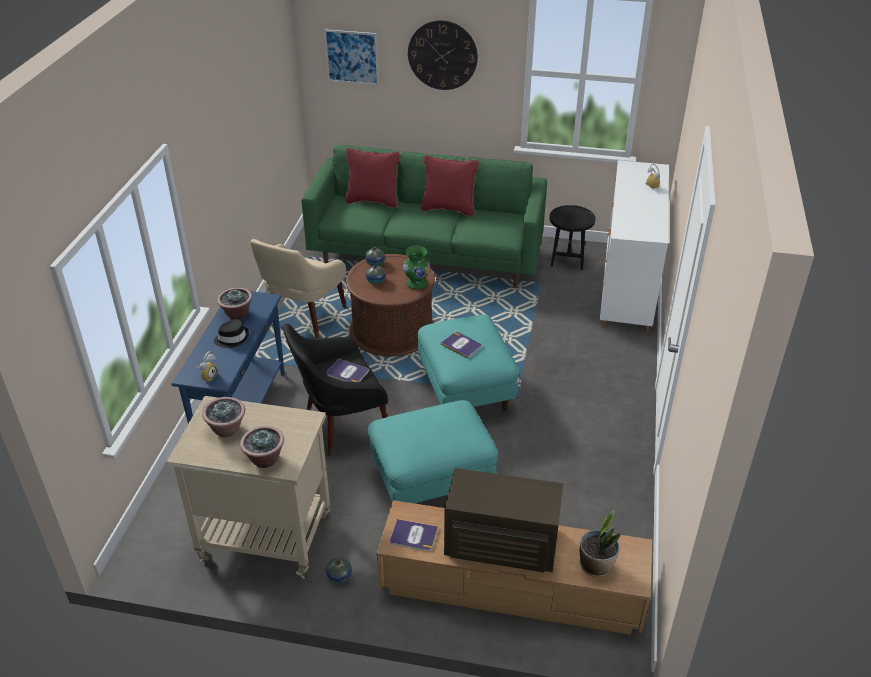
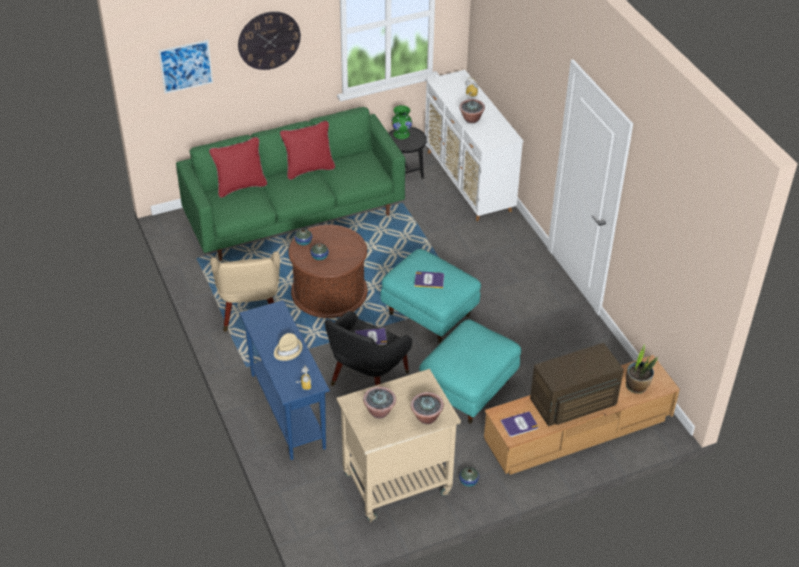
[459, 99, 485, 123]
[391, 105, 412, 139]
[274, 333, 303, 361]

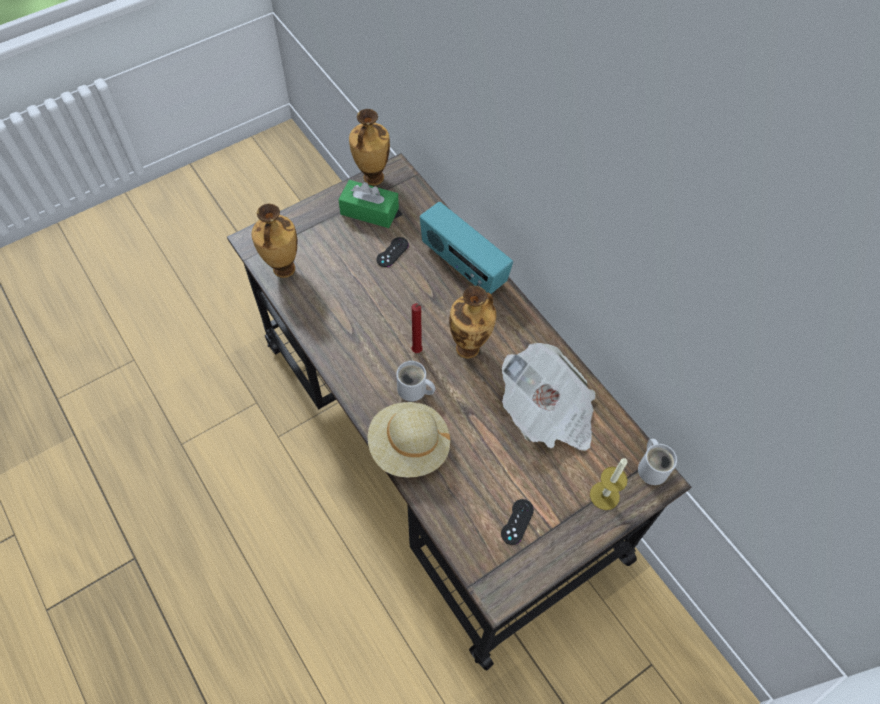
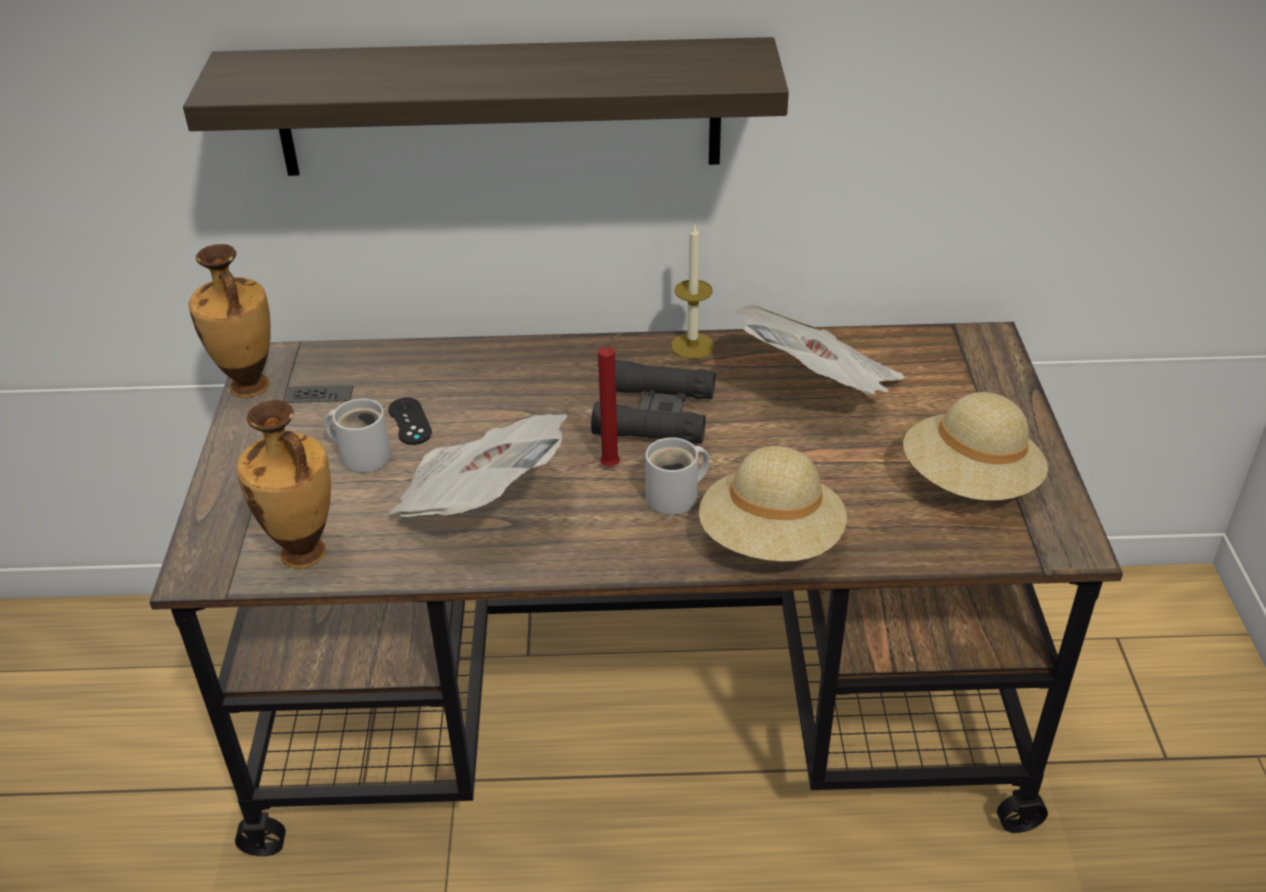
[338, 180, 399, 228] (first image)
[420, 202, 513, 294] (first image)
[183, 37, 789, 176]
[389, 414, 567, 517]
[671, 222, 714, 359]
[324, 398, 391, 473]
[591, 360, 715, 444]
[903, 392, 1048, 501]

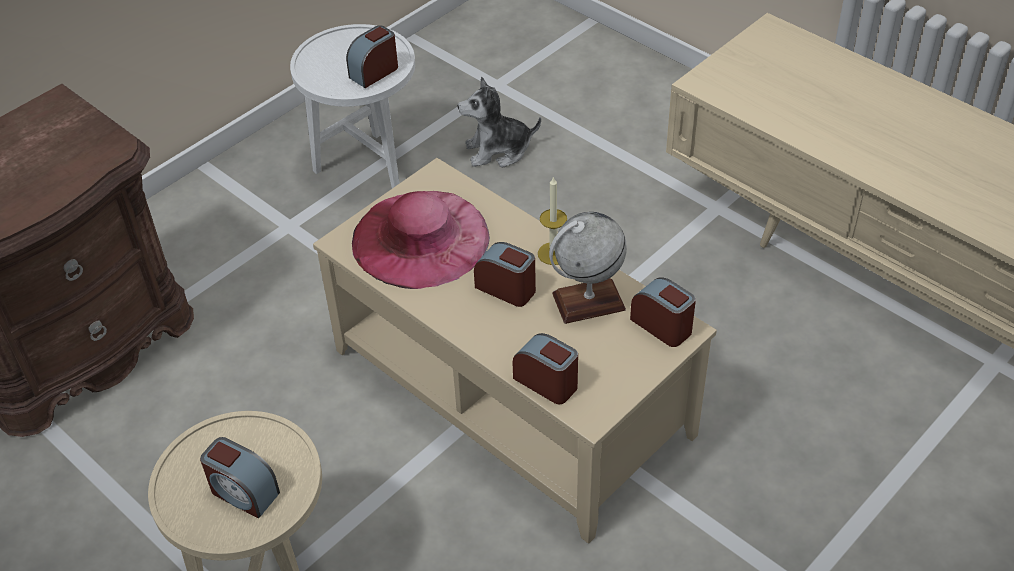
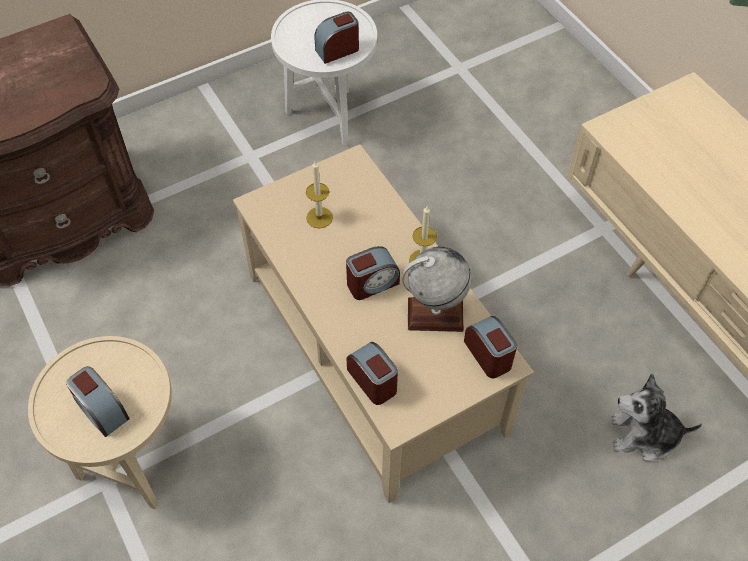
[611, 373, 702, 462]
[306, 161, 333, 228]
[346, 246, 400, 300]

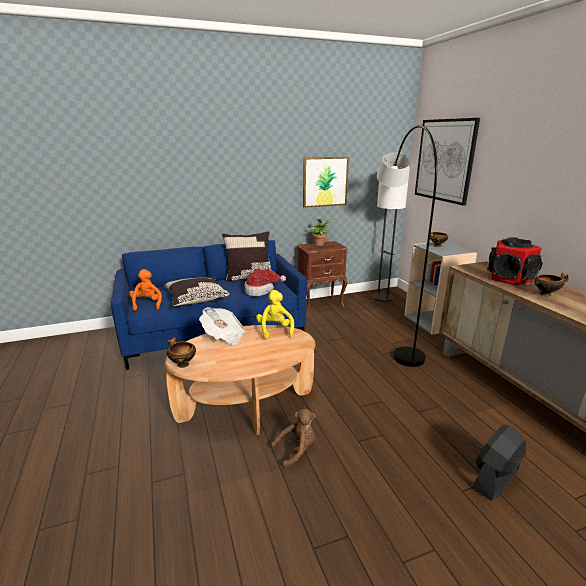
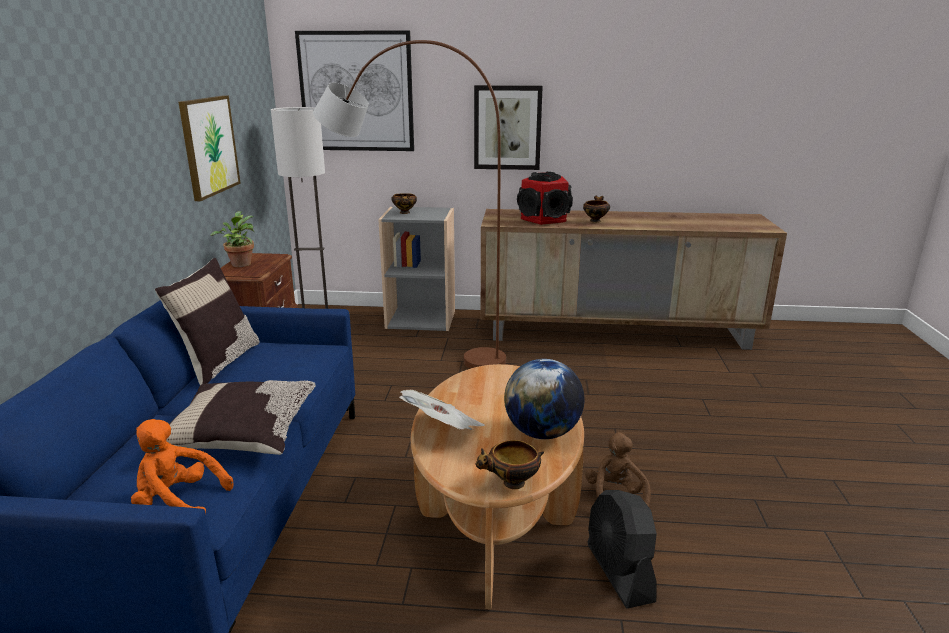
[245, 268, 286, 296] (first image)
[256, 290, 294, 339] (first image)
[474, 85, 543, 170]
[504, 359, 584, 439]
[588, 490, 657, 608]
[313, 40, 506, 369]

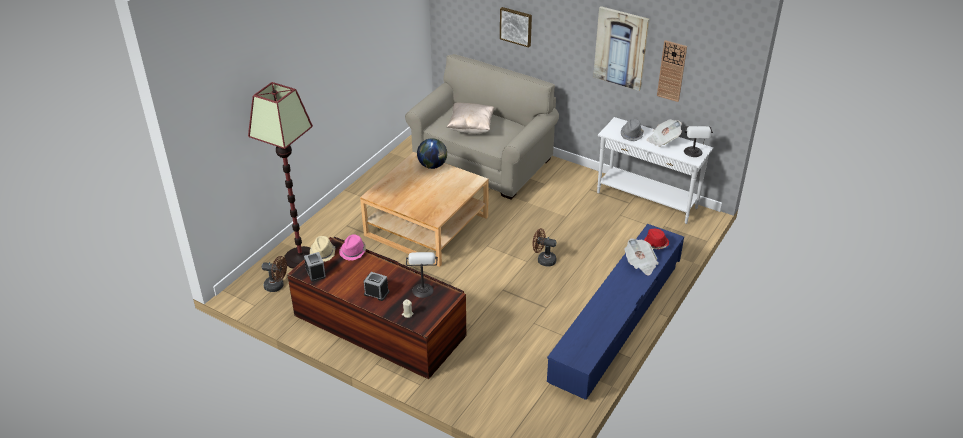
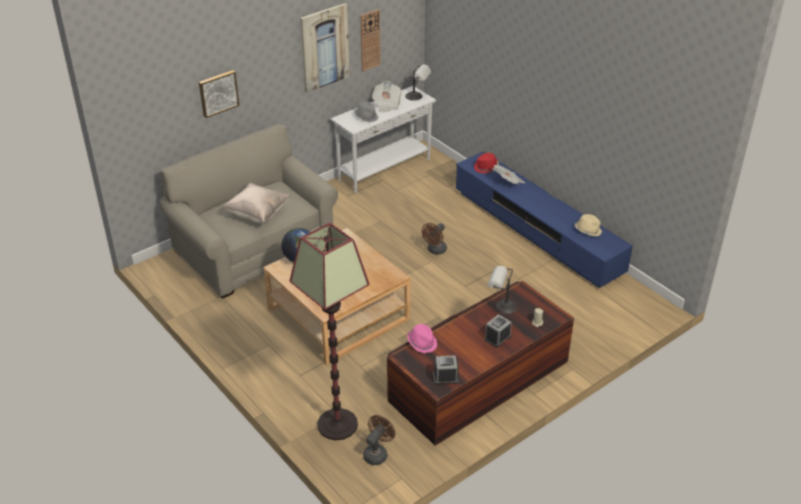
[575, 214, 602, 237]

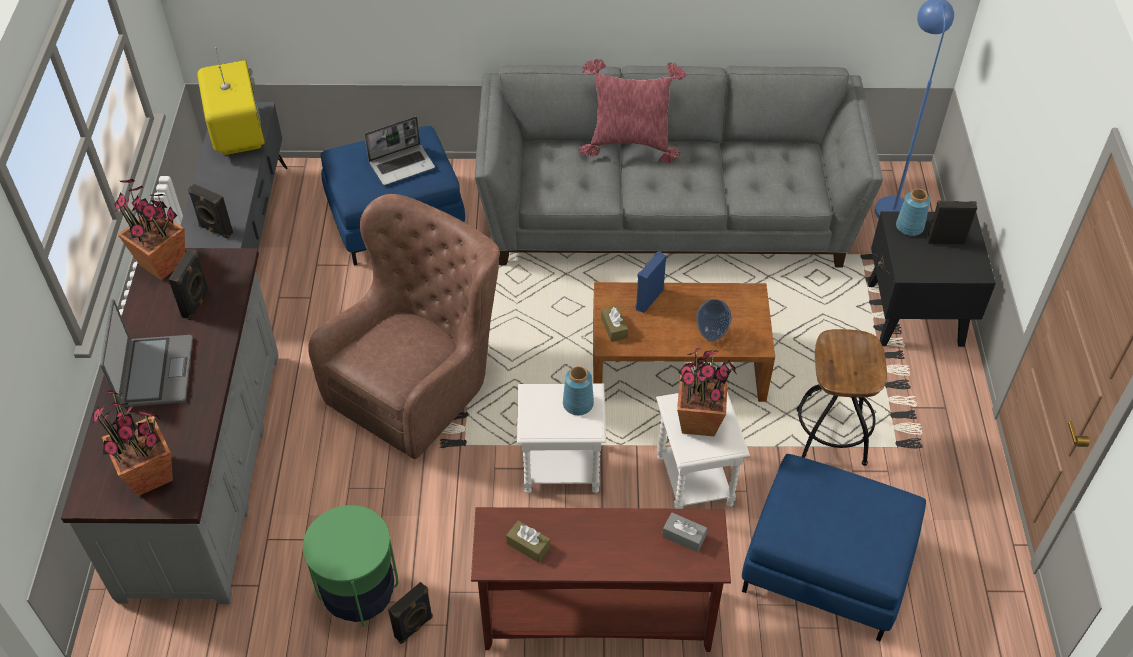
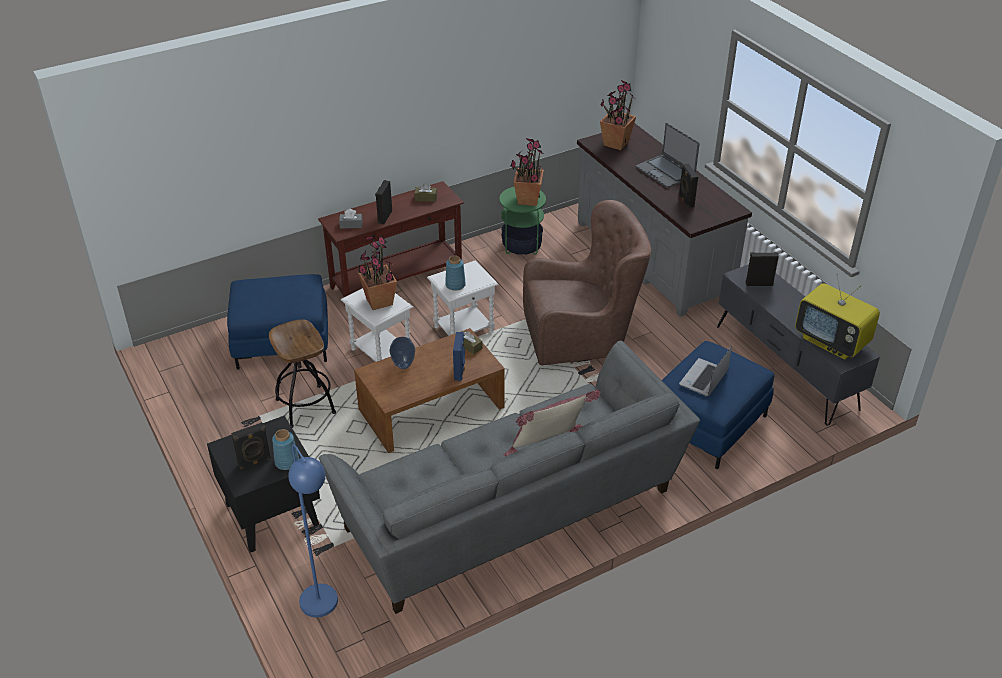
[511, 138, 544, 206]
[375, 180, 392, 224]
[523, 200, 651, 365]

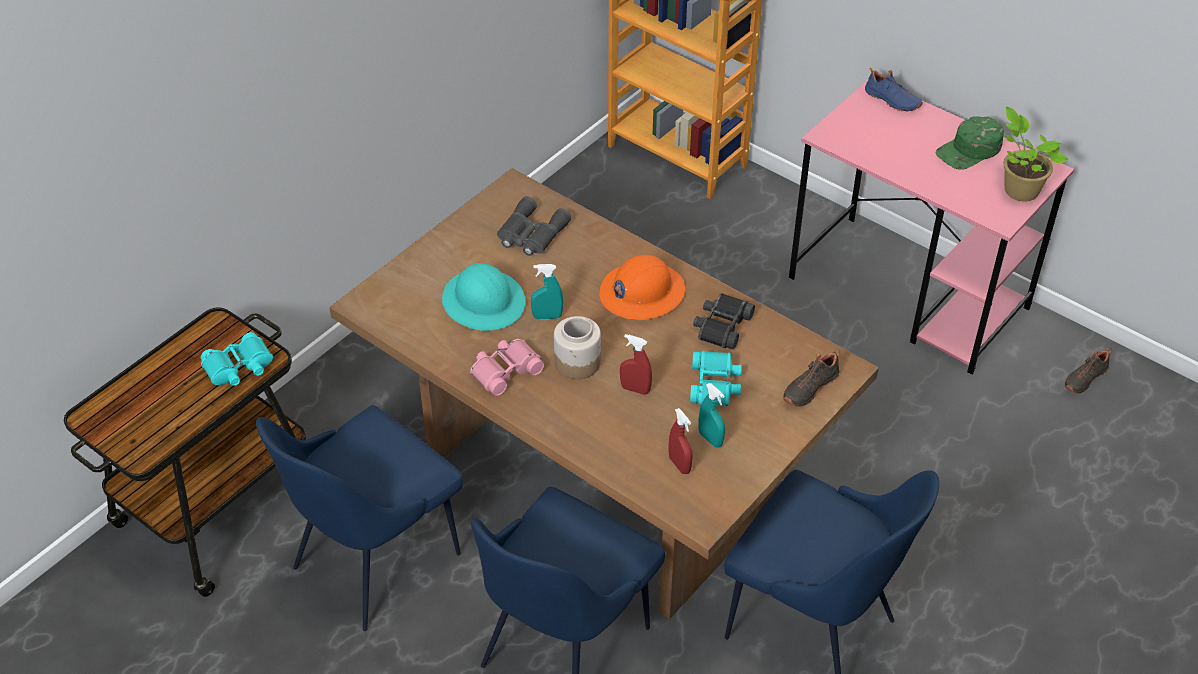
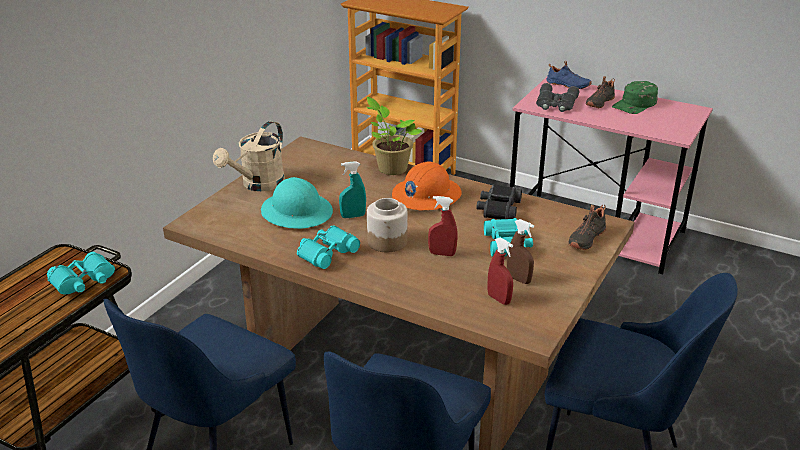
[213, 121, 285, 191]
[536, 83, 579, 112]
[367, 97, 422, 175]
[586, 76, 615, 108]
[297, 226, 360, 269]
[507, 219, 534, 284]

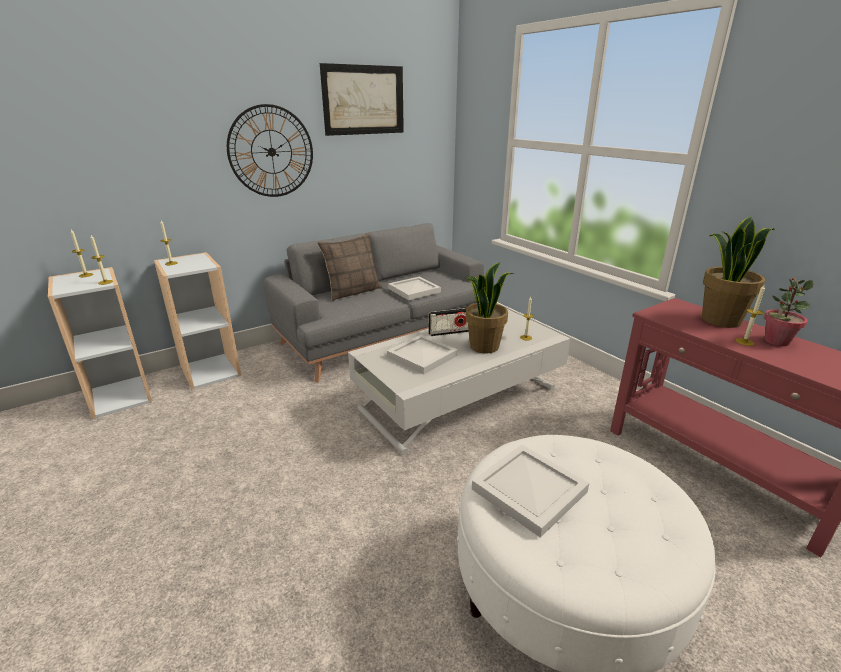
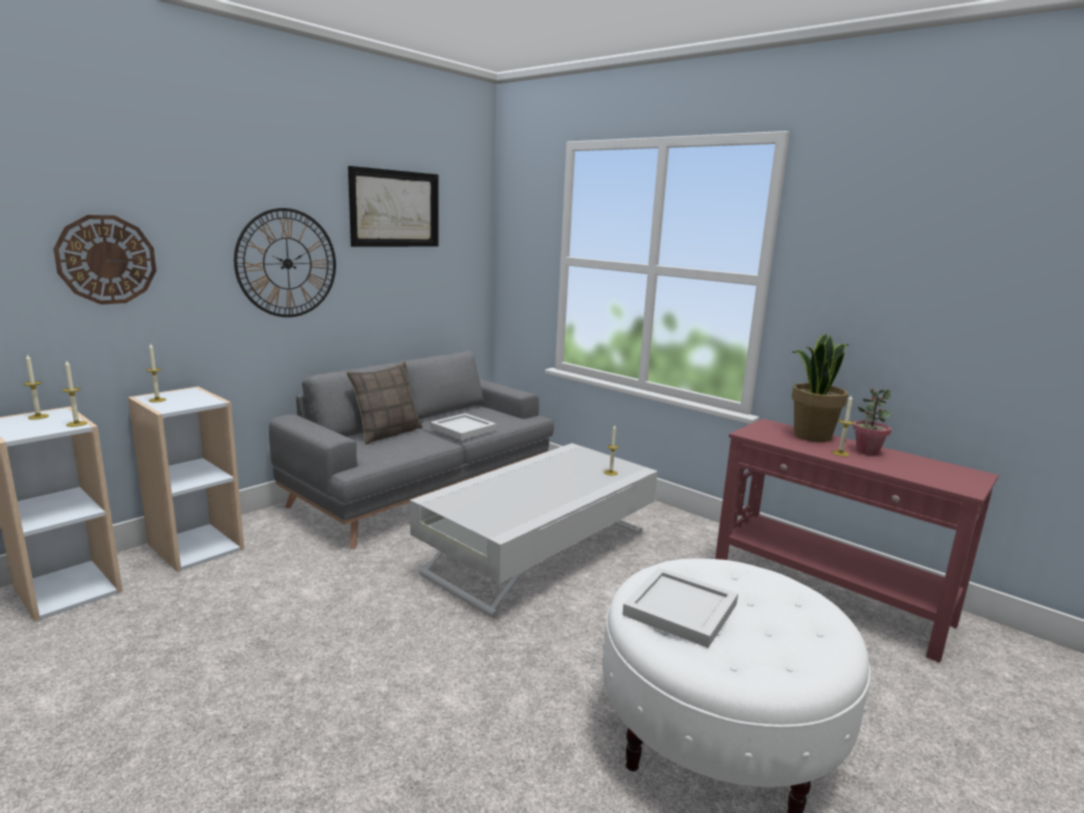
[387, 335, 458, 374] (first image)
[429, 308, 469, 336] (first image)
[464, 262, 514, 354] (first image)
[53, 215, 157, 305]

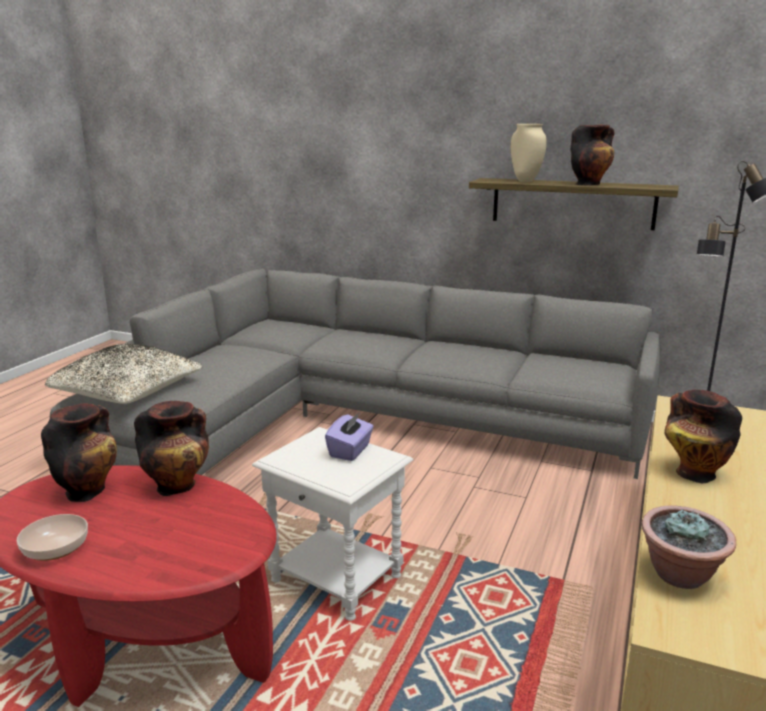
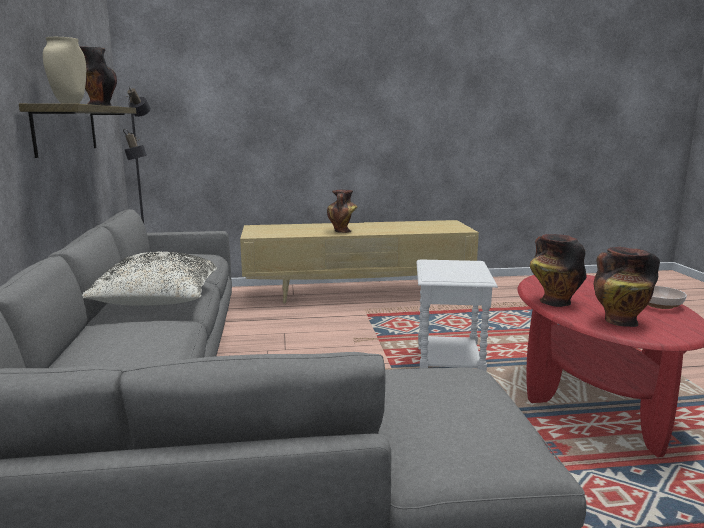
[325, 412, 374, 461] (first image)
[641, 505, 736, 589] (first image)
[82, 251, 217, 306]

